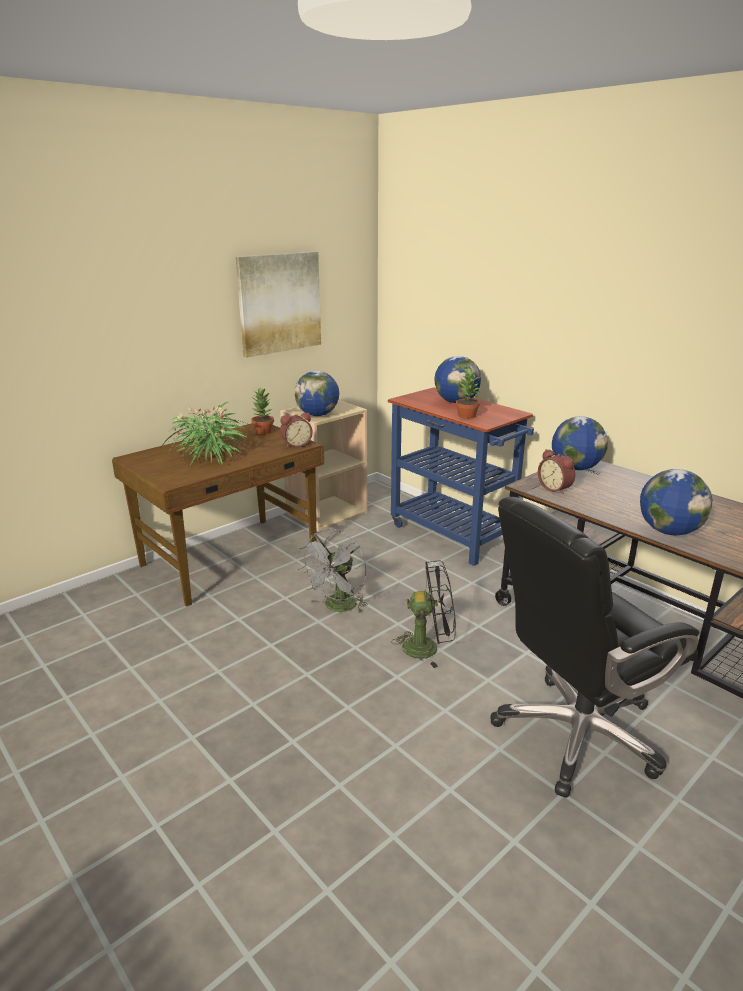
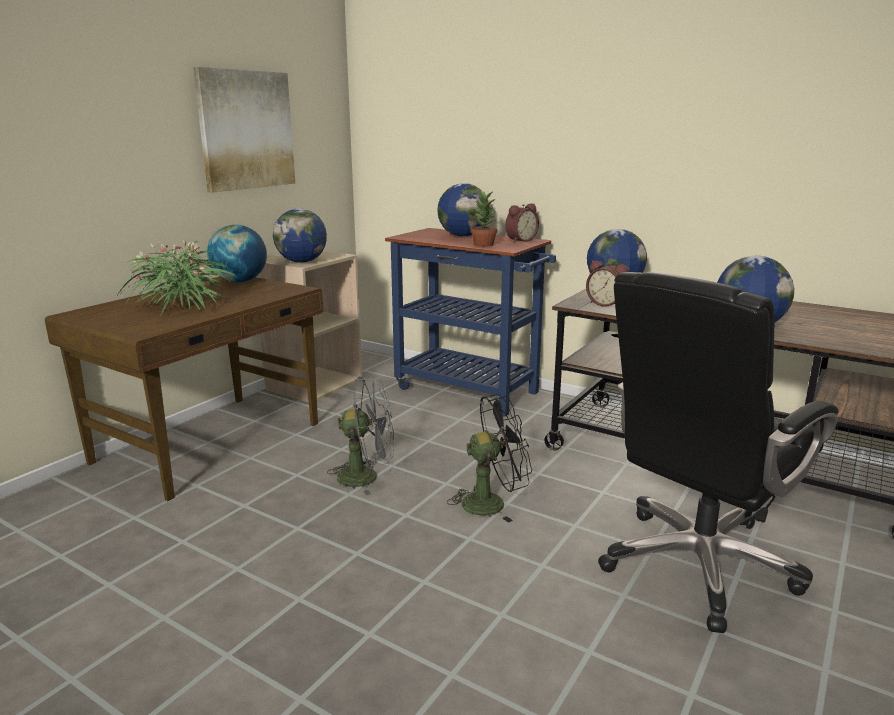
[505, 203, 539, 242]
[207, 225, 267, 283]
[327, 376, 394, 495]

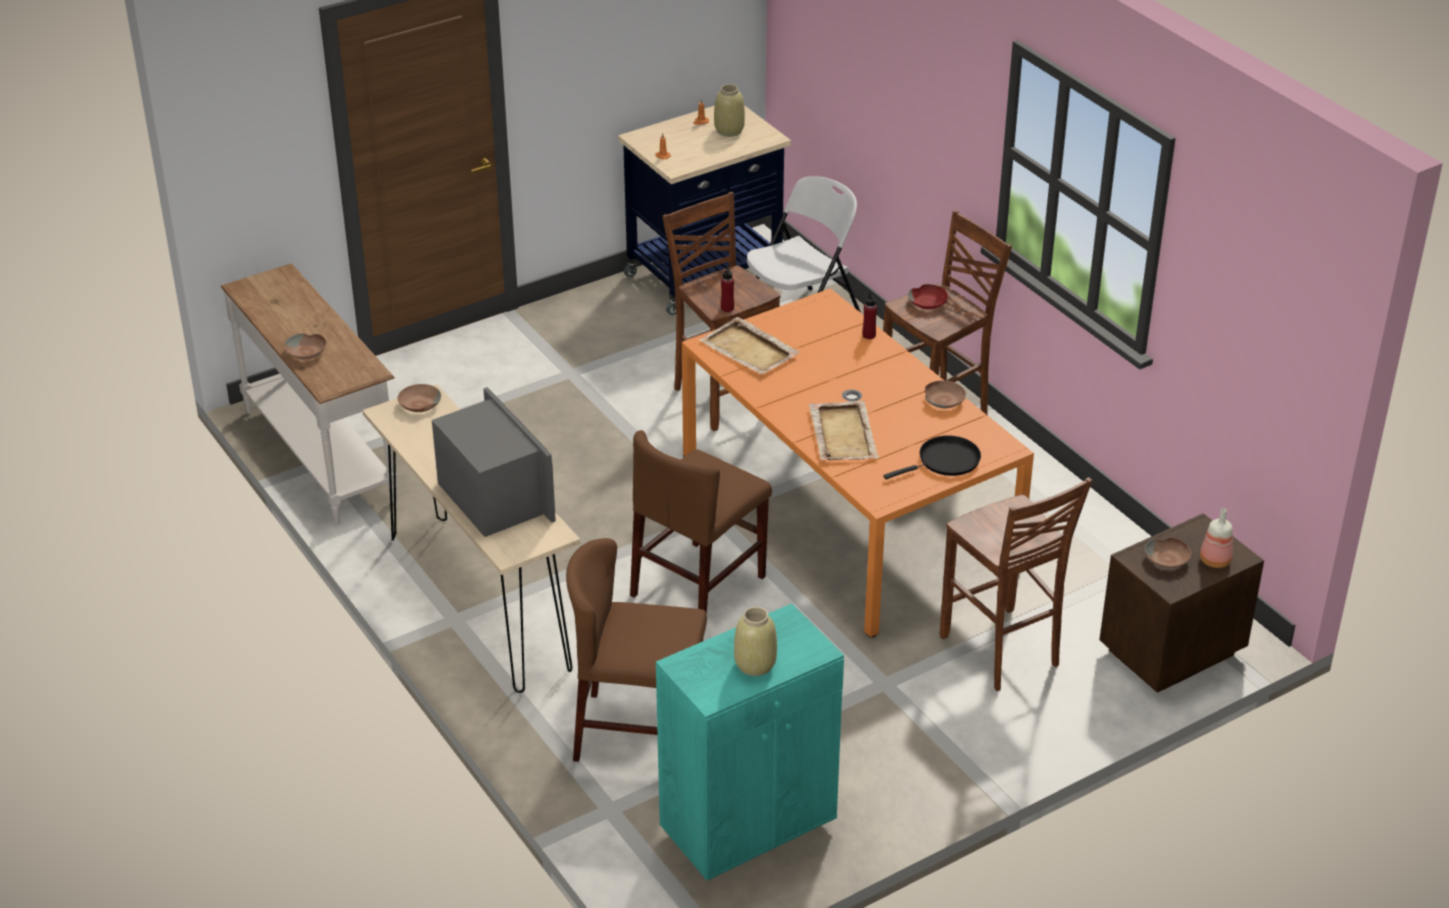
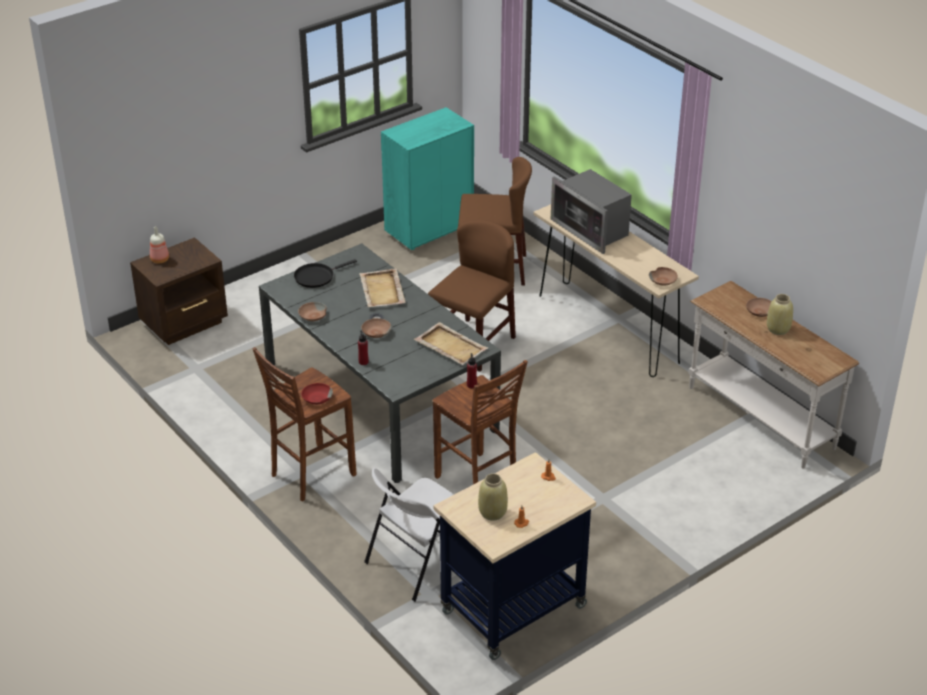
[940, 477, 1092, 691] (first image)
[767, 294, 793, 335]
[361, 318, 391, 338]
[259, 243, 501, 483]

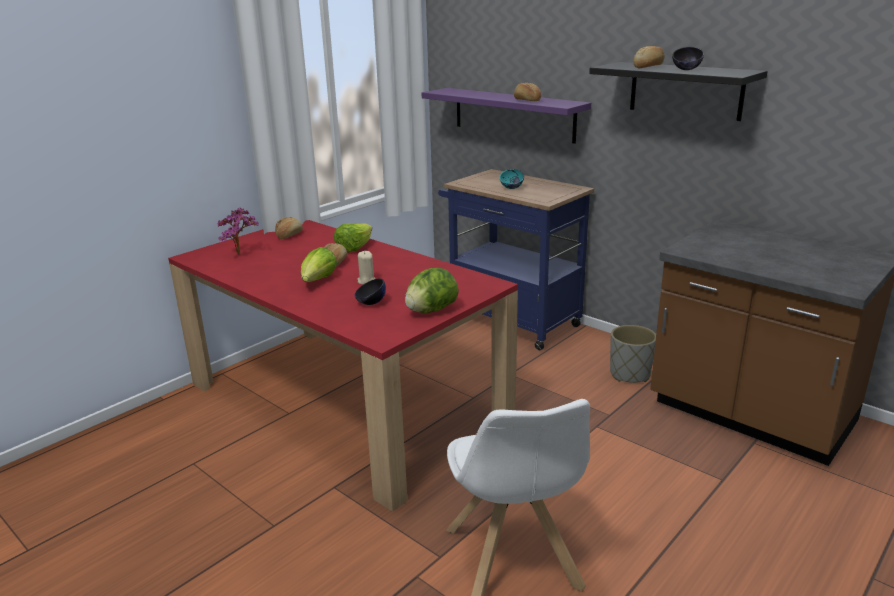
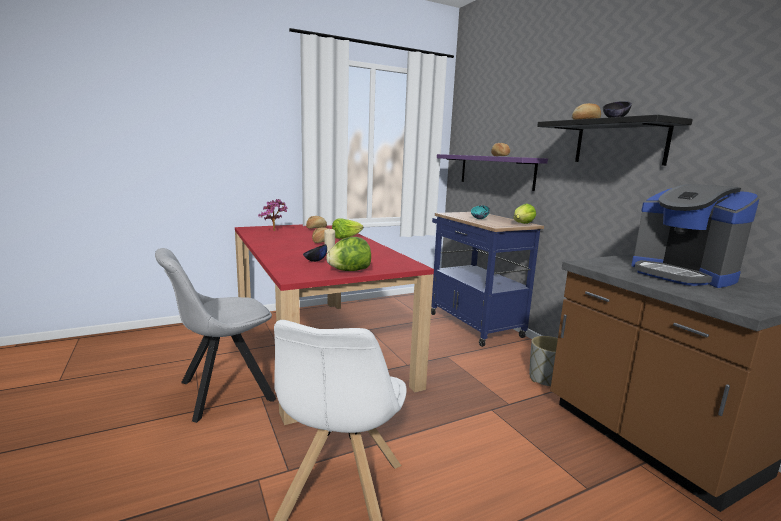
[155, 248, 276, 423]
[631, 184, 760, 288]
[513, 203, 536, 224]

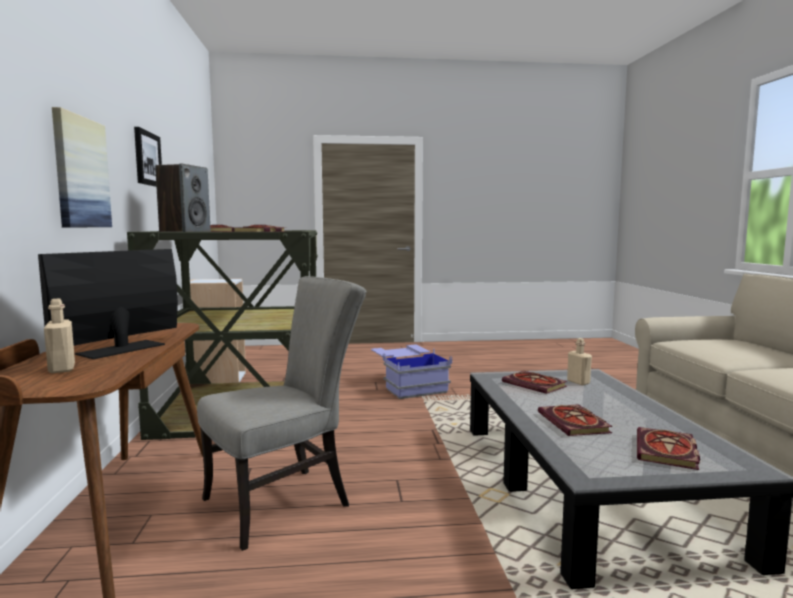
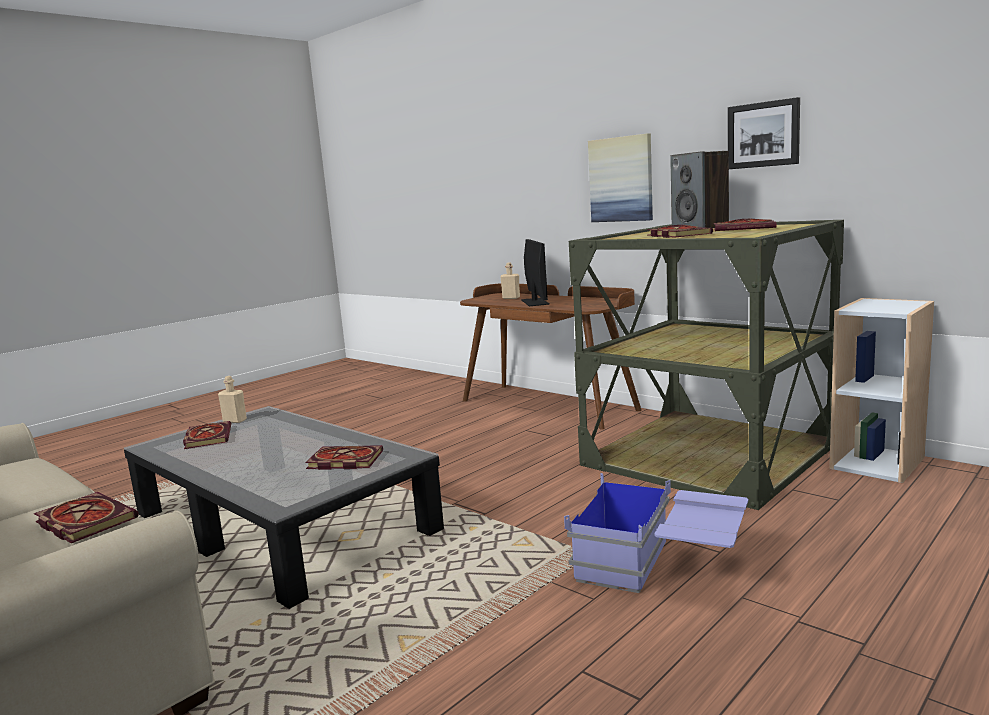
[197, 276, 367, 551] (first image)
[34, 492, 139, 543]
[218, 376, 247, 423]

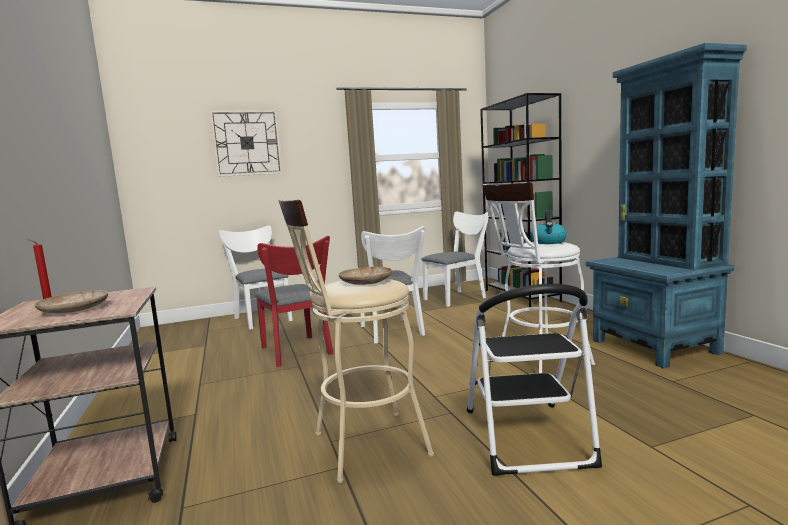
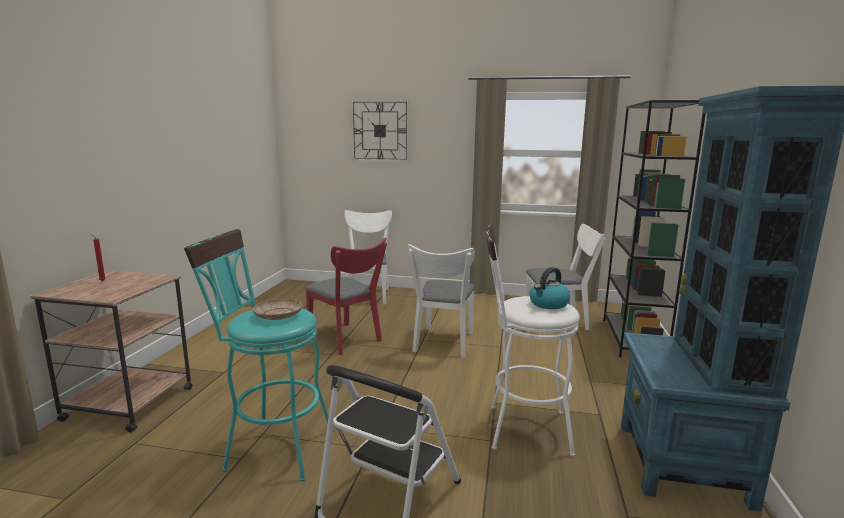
[35, 290, 108, 313] (first image)
[184, 229, 334, 482]
[305, 238, 387, 355]

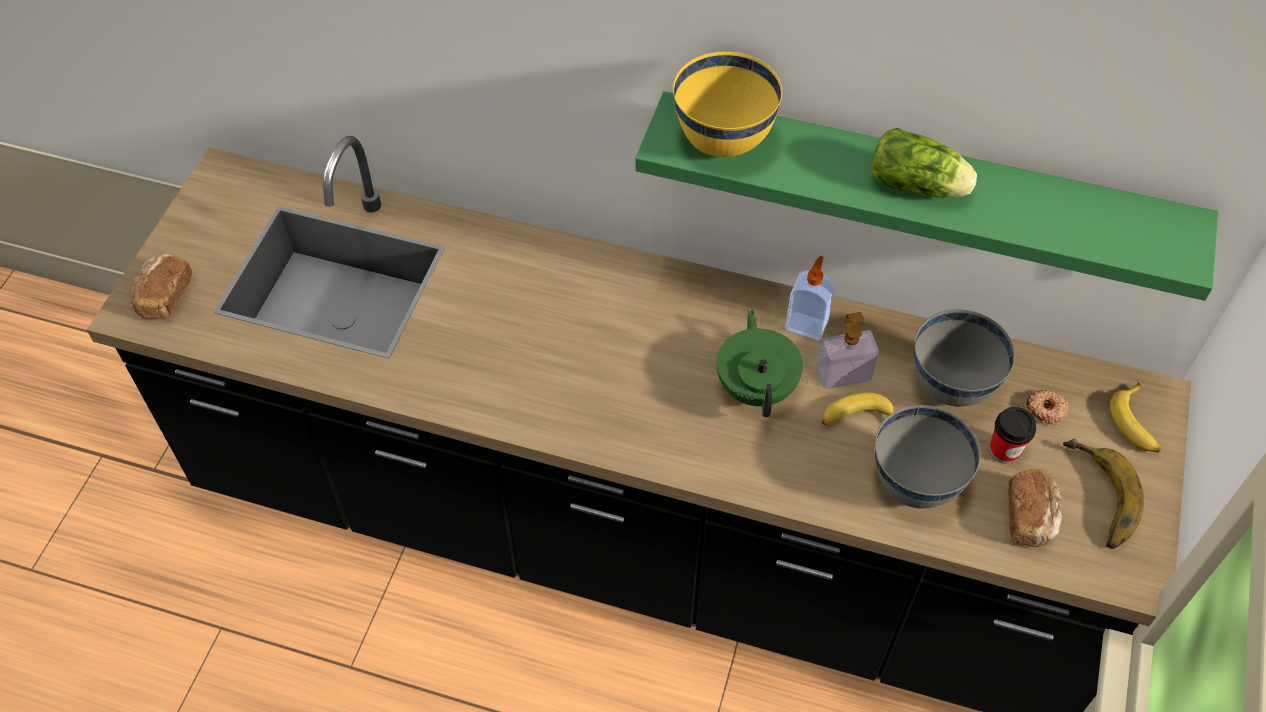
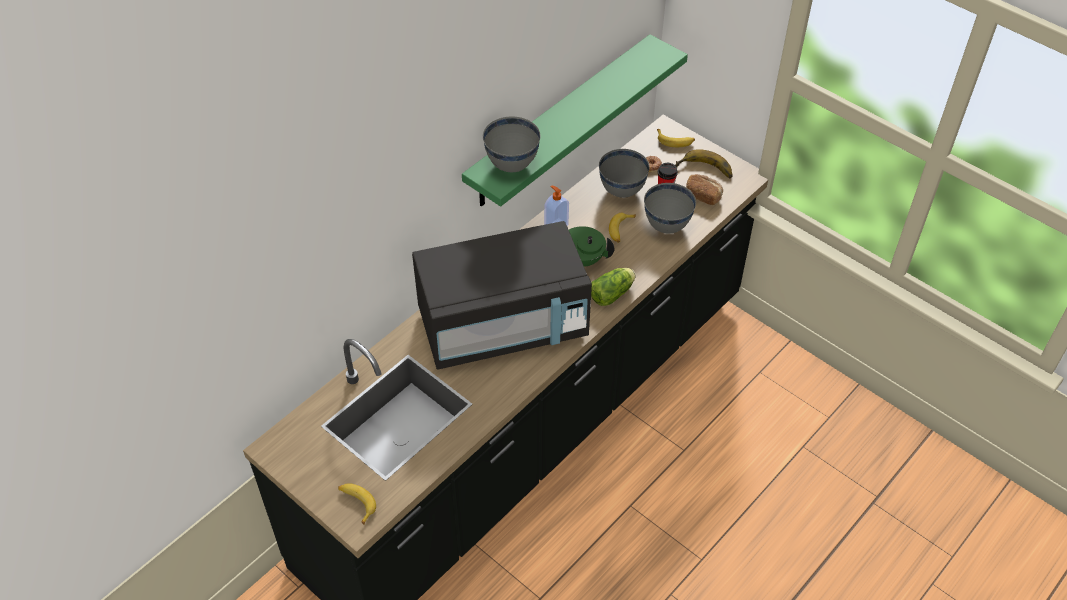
[816, 312, 879, 389] (first image)
[412, 221, 592, 370]
[591, 268, 636, 306]
[338, 483, 376, 525]
[483, 116, 540, 172]

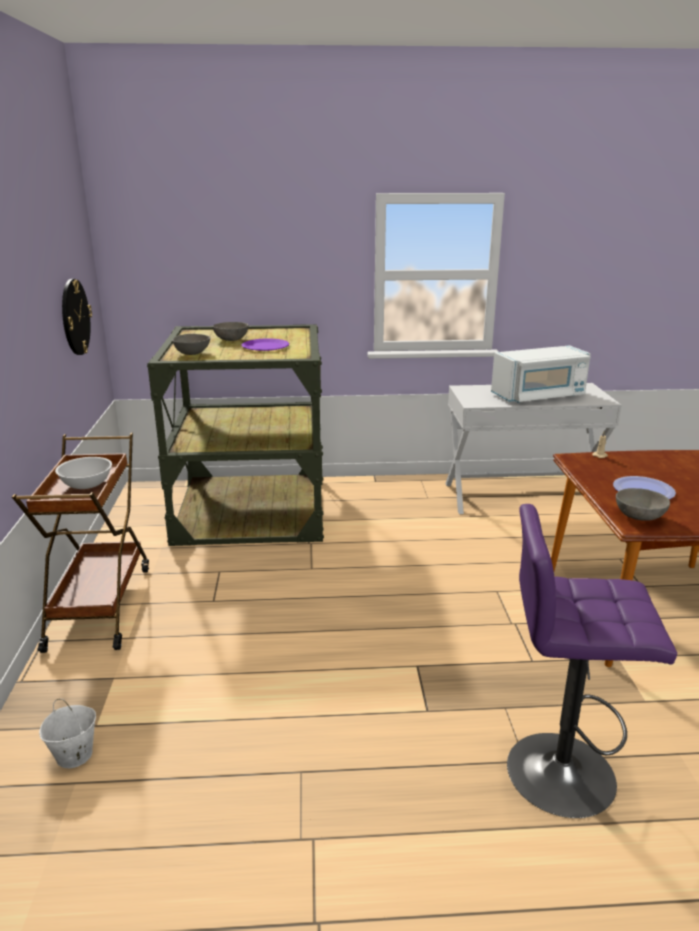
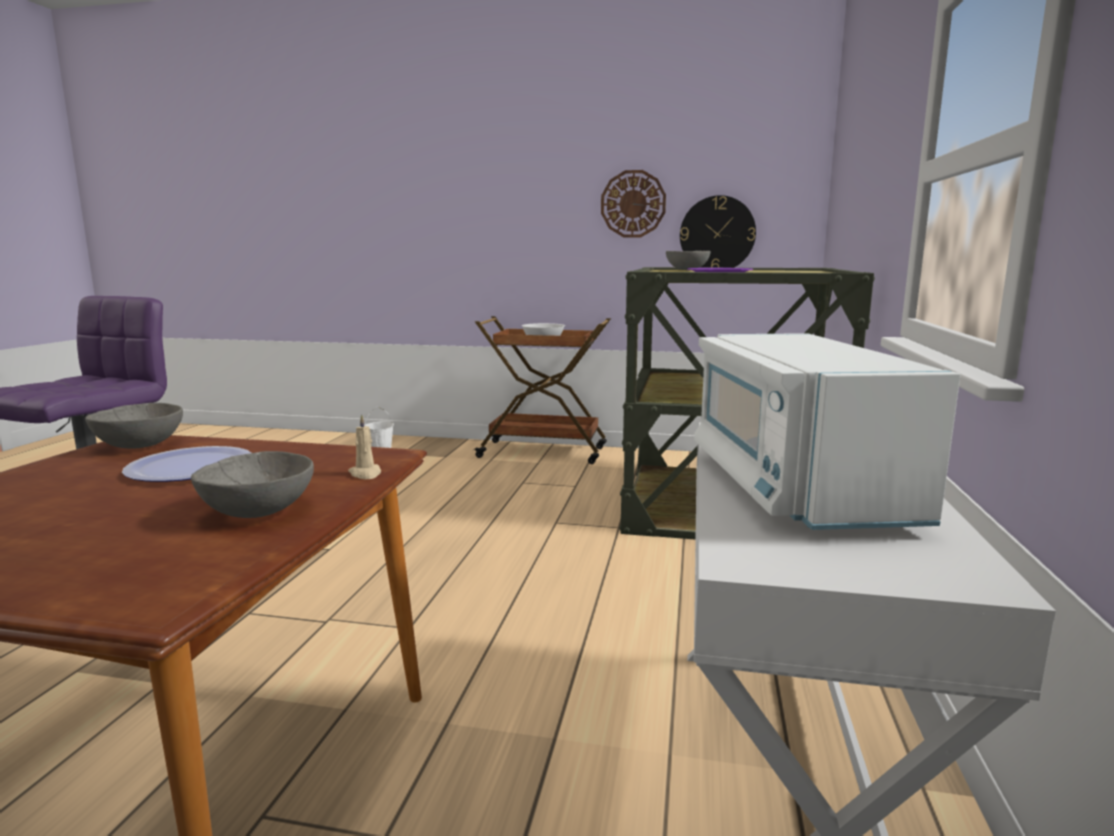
[601, 170, 666, 238]
[191, 451, 314, 518]

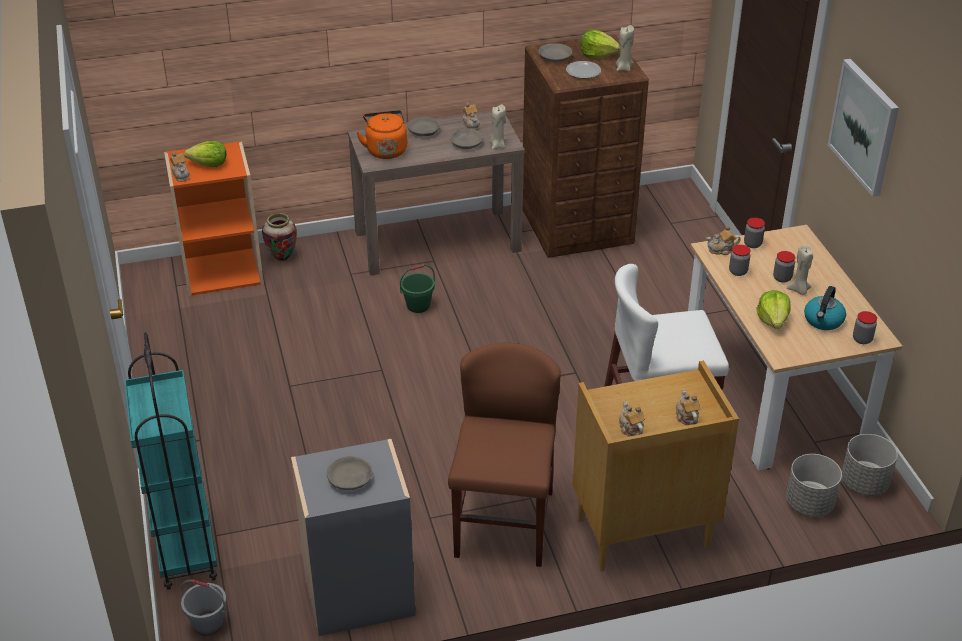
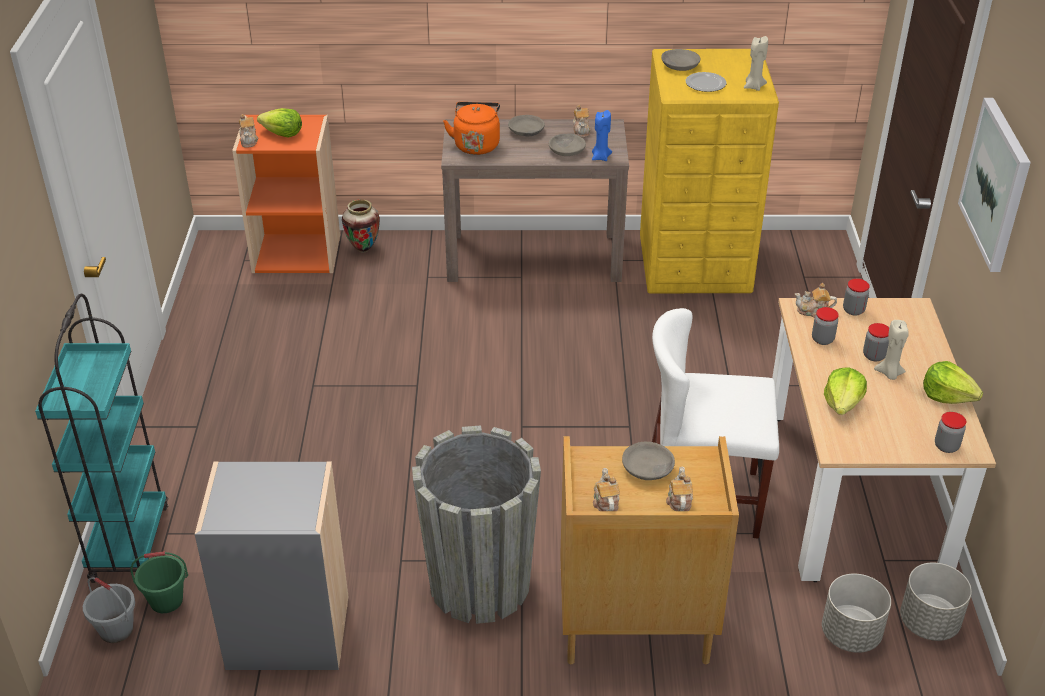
[804, 286, 846, 330] (first image)
[622, 442, 675, 480]
[130, 551, 188, 613]
[923, 361, 983, 404]
[412, 425, 541, 624]
[592, 110, 612, 161]
[640, 49, 779, 293]

